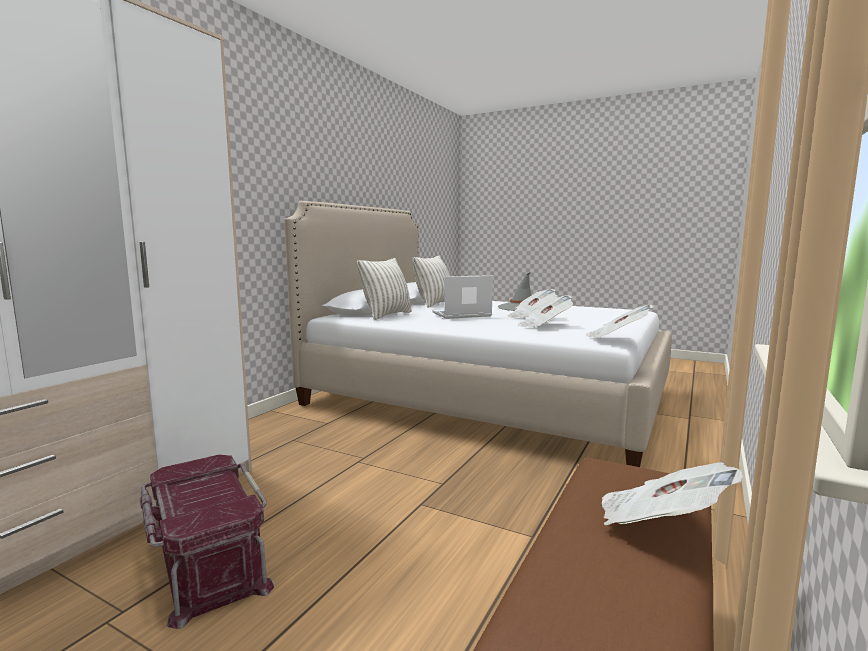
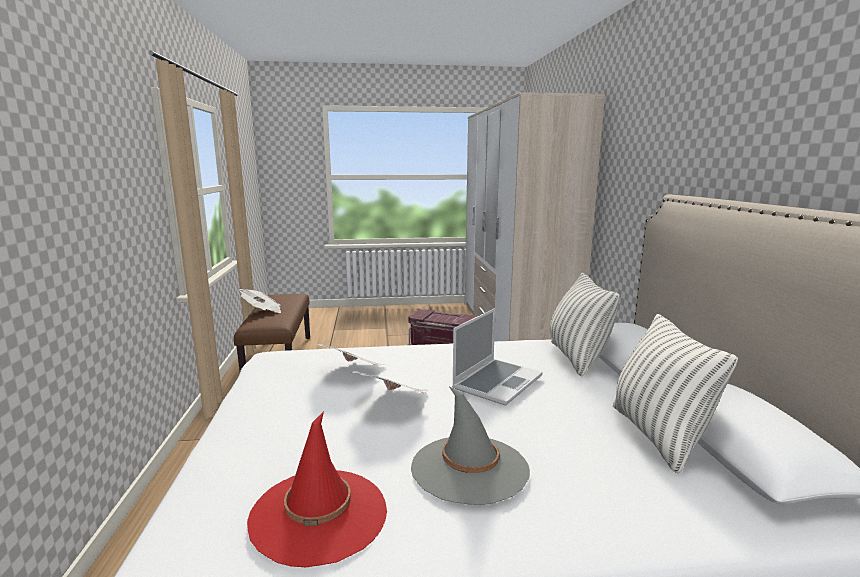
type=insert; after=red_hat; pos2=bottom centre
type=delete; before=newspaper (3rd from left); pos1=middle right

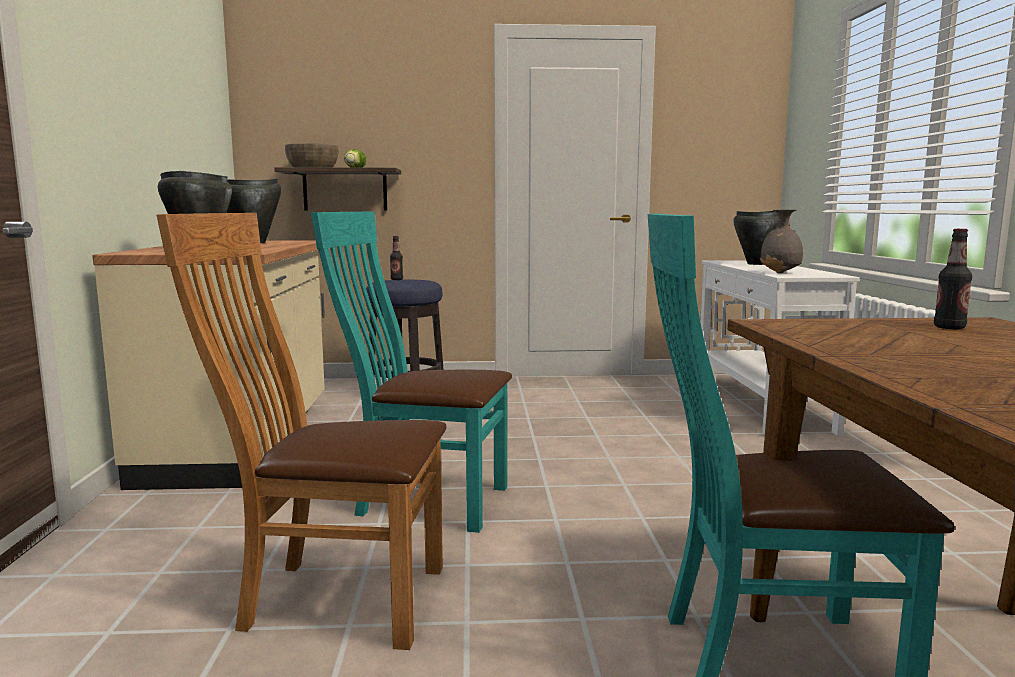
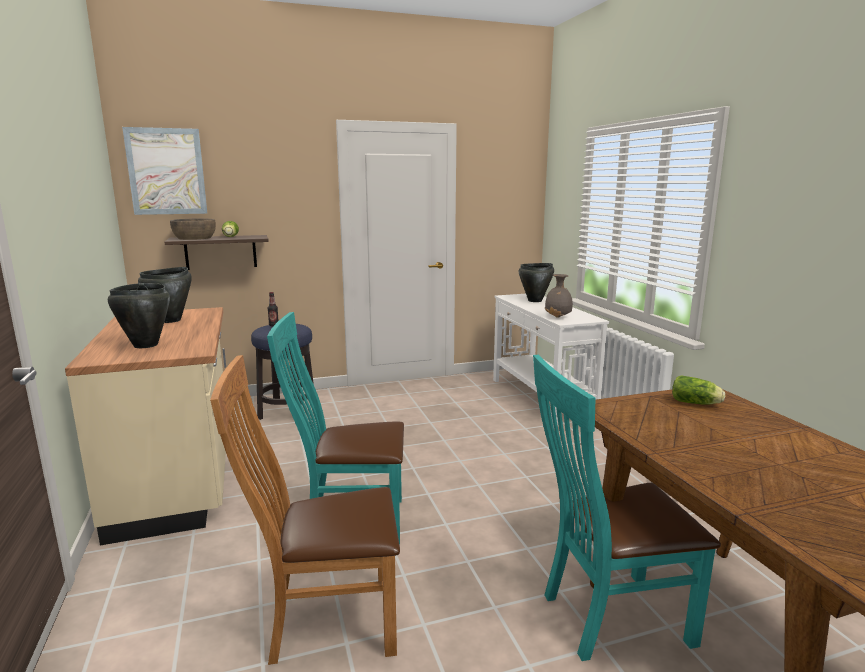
type=insert; after=picture; pos2=top left
type=replace; before=bottle (2nd from left); after=lettuce (2nd from left); pos1=middle right; pos2=middle right

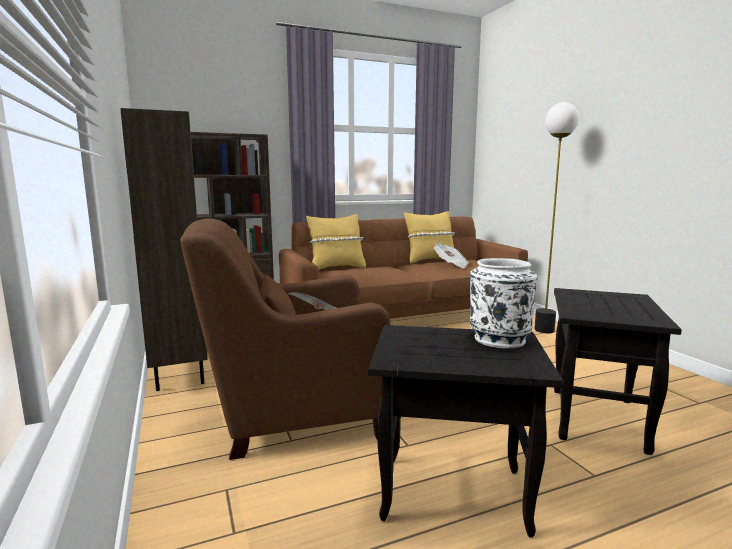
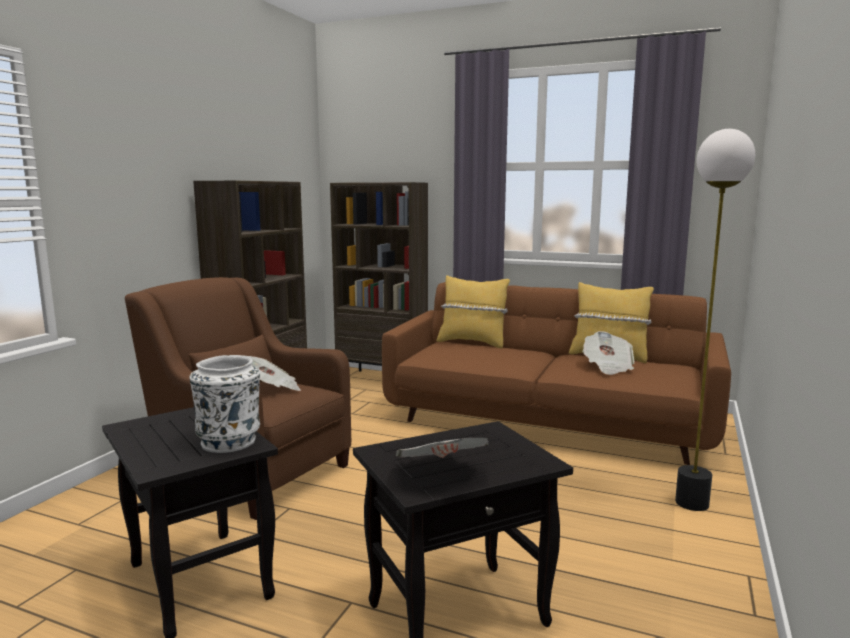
type=insert; after=newspaper (2nd from left); pos2=bottom centre

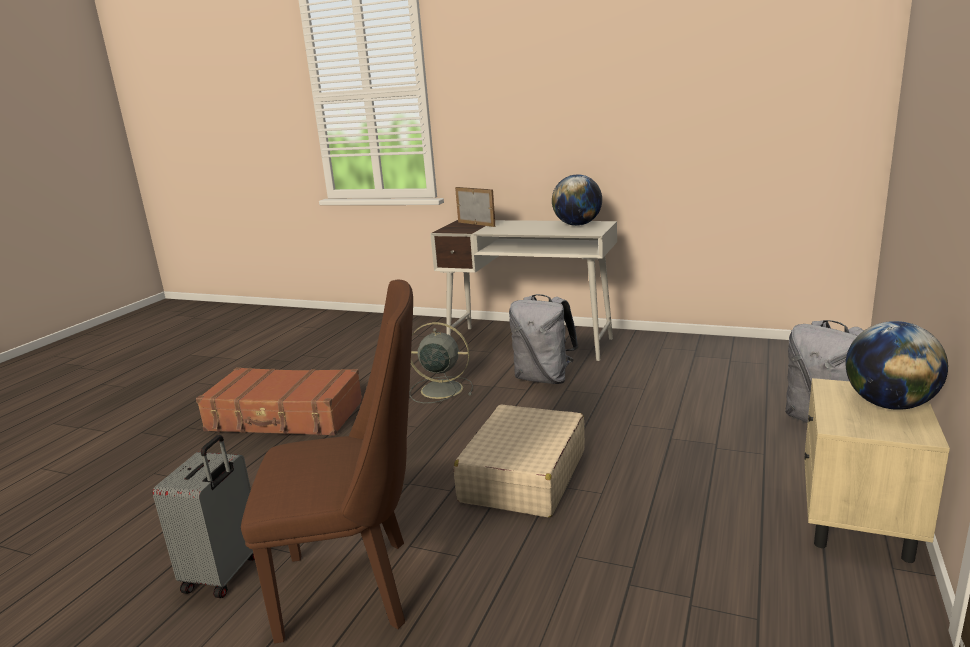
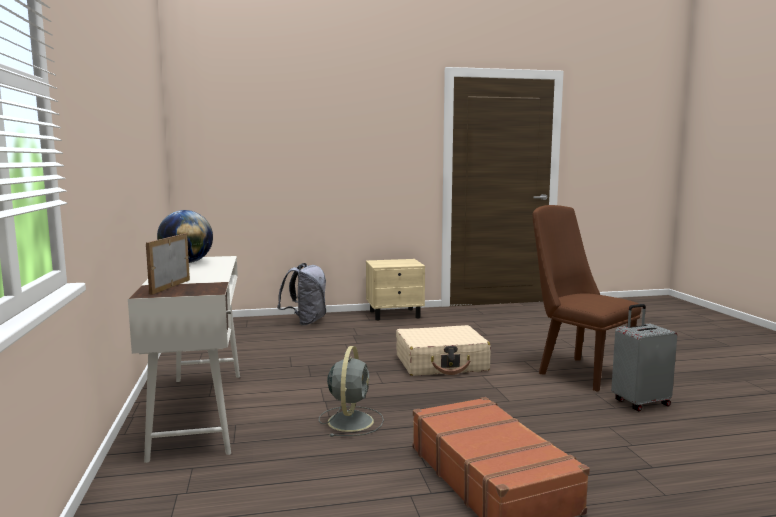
type=rotate; before=grey_fan; pos1=centre; pos2=bottom centre; turn=-150
type=delete; before=grey_backpack (1st from left); pos1=centre
type=delete; before=globe (2nd from left); pos1=middle right

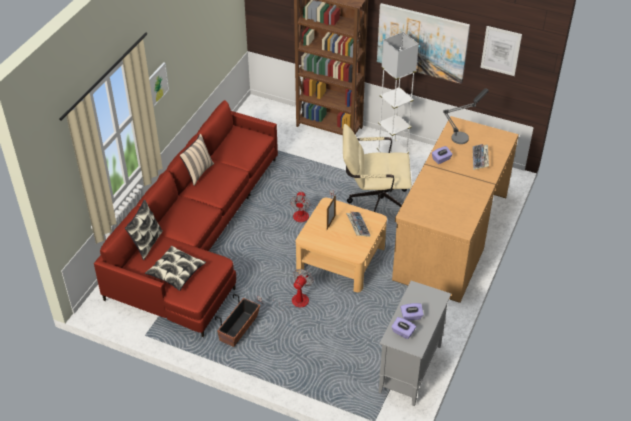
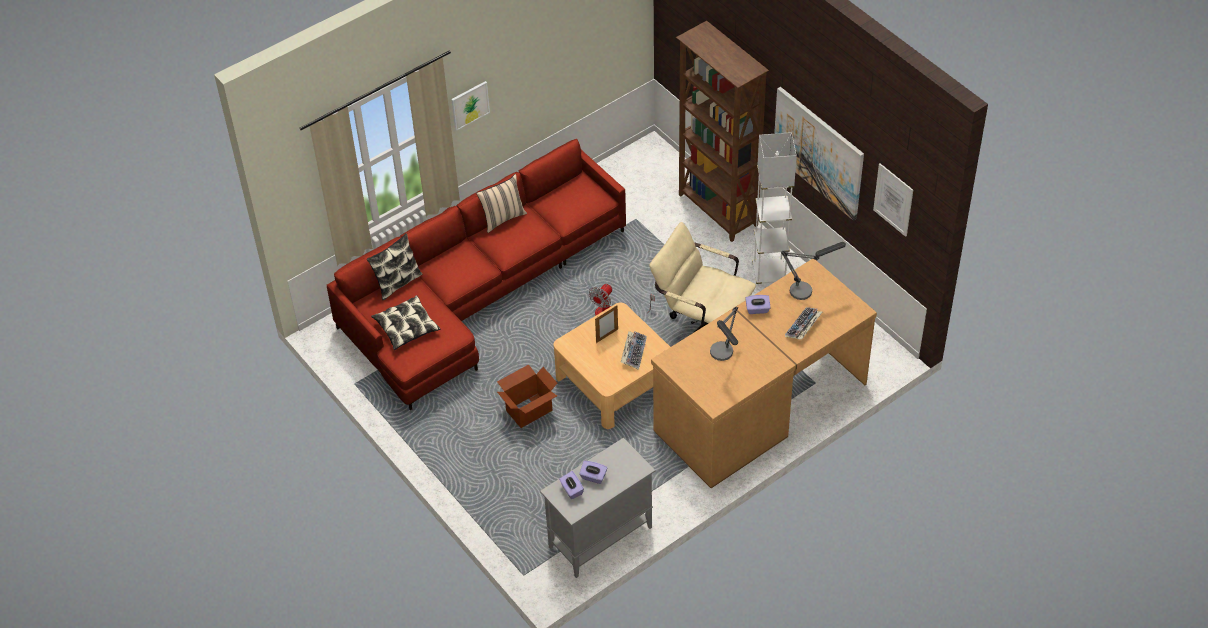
type=replace; before=fan (1st from left); after=cardboard_box; pos1=bottom centre; pos2=centre
type=insert; after=table_lamp (1st from left); pos2=centre
type=delete; before=planter; pos1=bottom centre

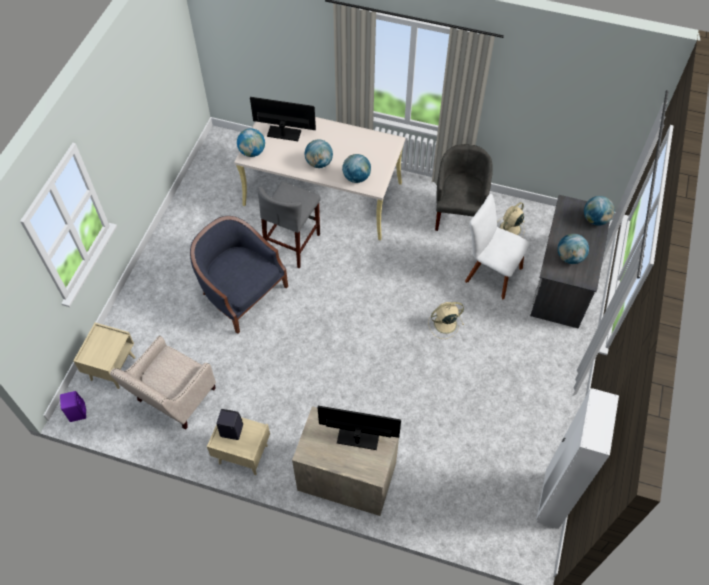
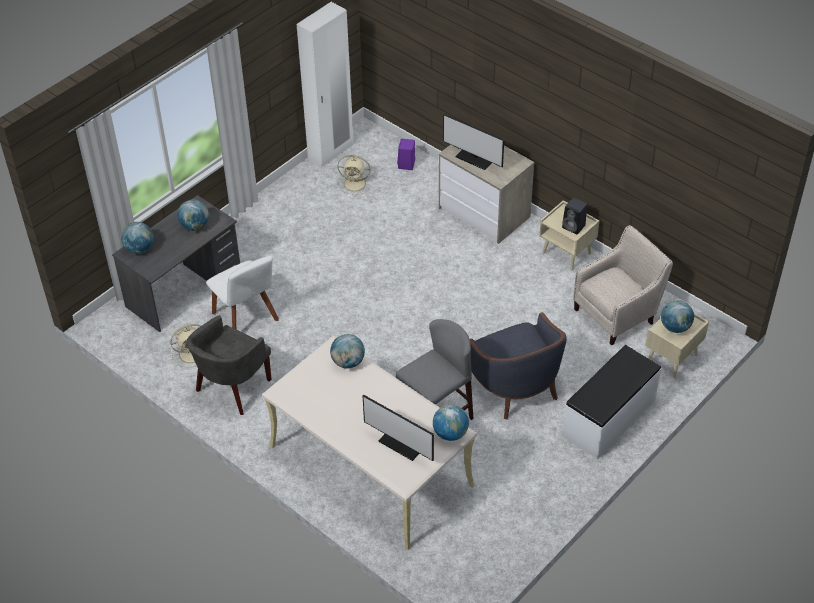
type=move; before=beige_fan (1st from left in the first image); after=beige_fan (2nd from left); pos1=centre; pos2=top centre
type=move; before=purple_speaker; pos1=bottom left; pos2=top centre
type=insert; after=white_bench; pos2=bottom right
type=move; before=globe (2nd from left in the first image); after=globe (5th from left); pos1=top centre; pos2=middle right

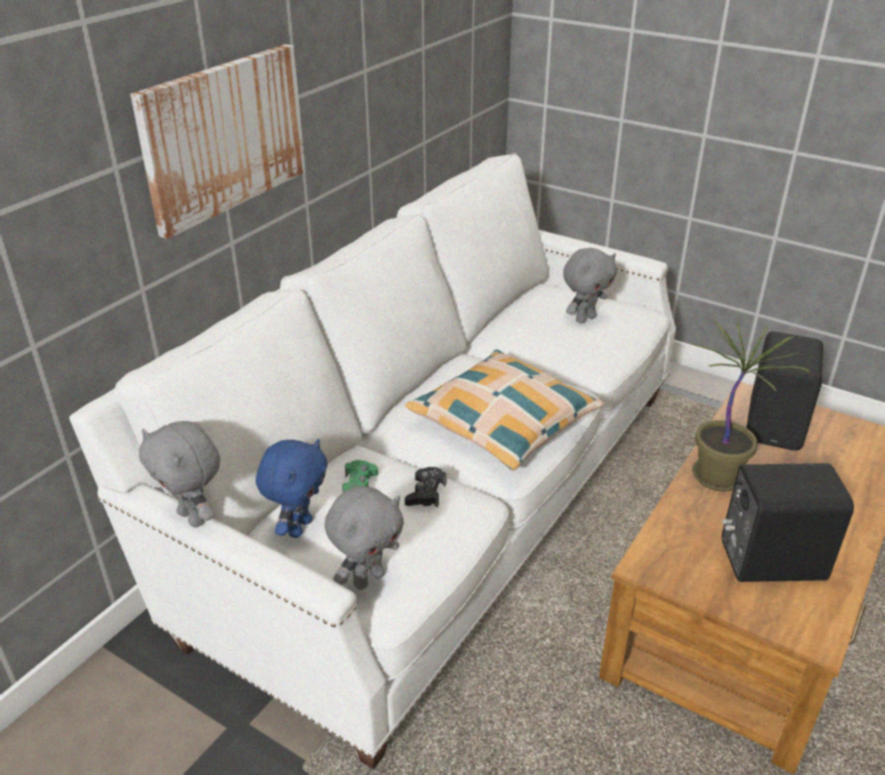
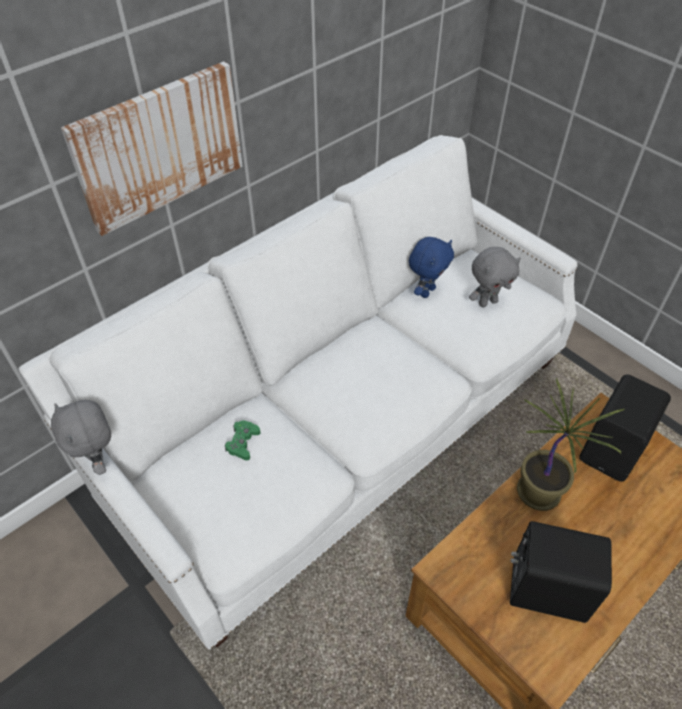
type=move; before=blue_plush_toy; pos1=middle left; pos2=centre
type=delete; before=grey_plush_toy (2nd from left); pos1=bottom centre
type=delete; before=pillow; pos1=centre
type=delete; before=black_game_controller; pos1=centre

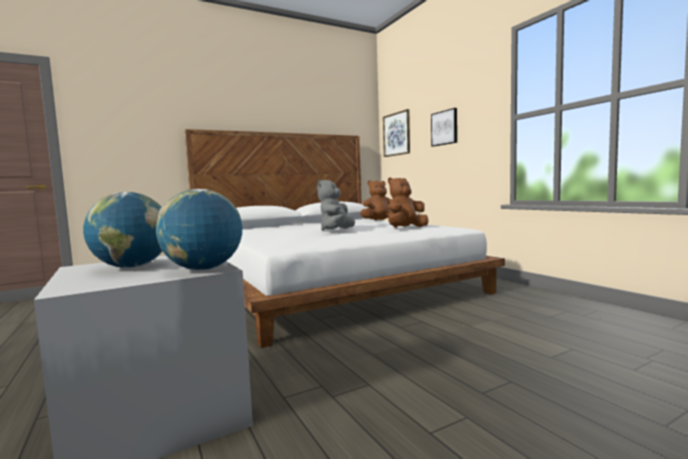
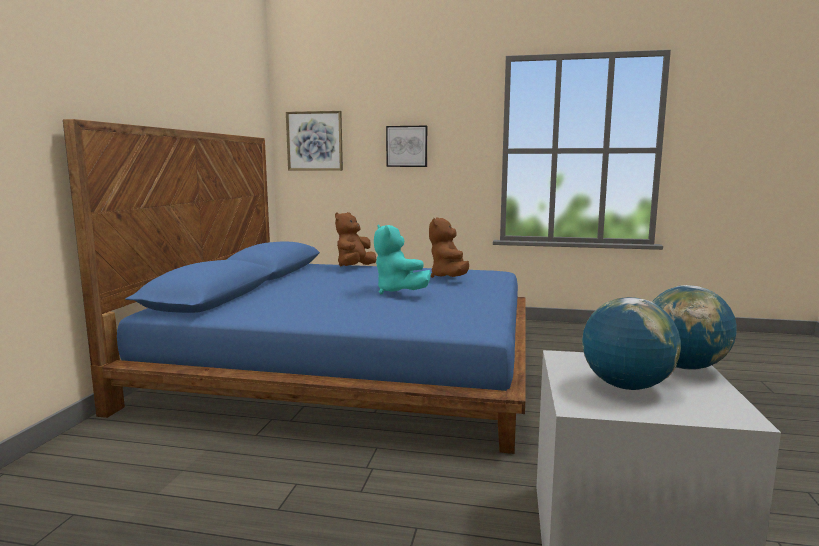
type=recolor; before=white_bed; after=blue_bed; pos1=centre; pos2=centre
type=recolor; before=grey_plush_toy; after=turquoise_plush_toy; pos1=centre; pos2=centre

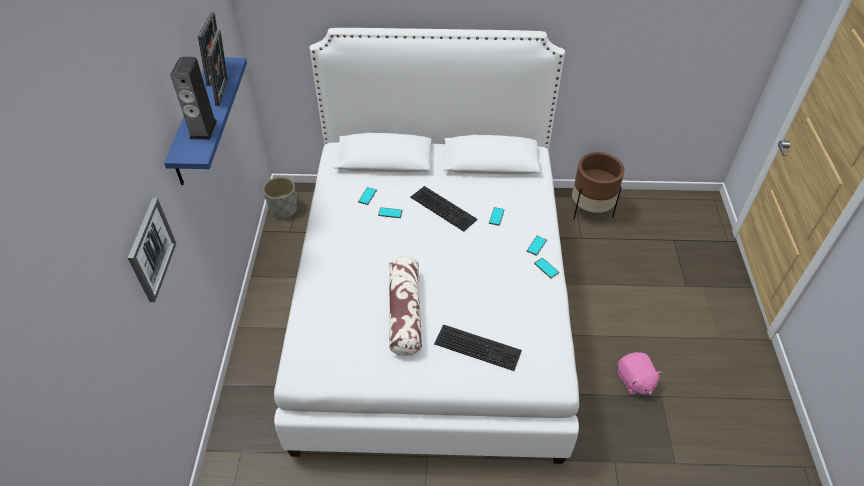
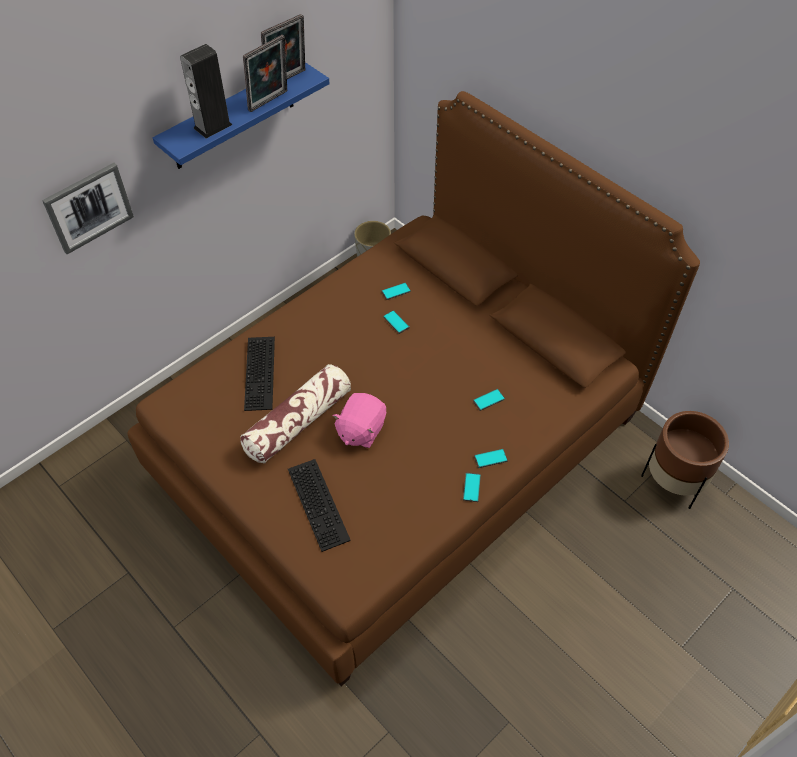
type=recolor; before=white_bed; after=brown_bed; pos1=centre; pos2=centre
type=move; before=keyboard (1st from left); pos1=centre; pos2=middle left
type=move; before=pink_plush_toy; pos1=bottom right; pos2=centre

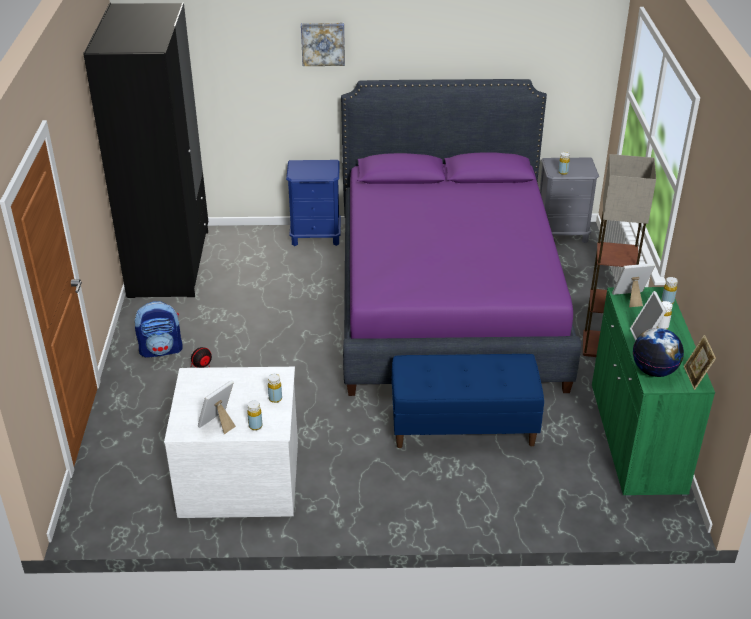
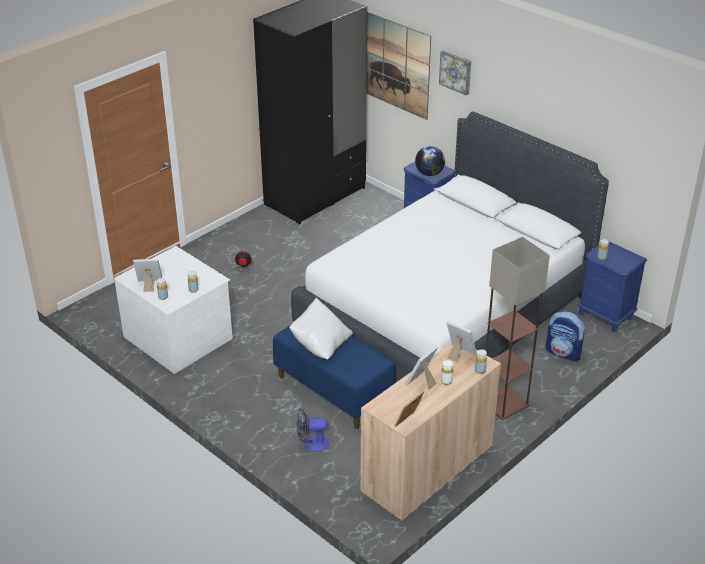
type=insert; after=white_pillow; pos2=centre
type=recolor; before=purple_bed; after=white_bed; pos1=centre; pos2=centre
type=insert; after=fan (2nd from left); pos2=bottom centre
type=recolor; before=green_cabinet; after=beige_cabinet; pos1=middle right; pos2=bottom centre
type=insert; after=picture (1st from left); pos2=top centre
type=move; before=globe; pos1=middle right; pos2=top centre
type=move; before=backpack; pos1=middle left; pos2=middle right
type=recolor; before=grey_nightstand; after=blue_nightstand (2nd from left); pos1=top right; pos2=middle right

